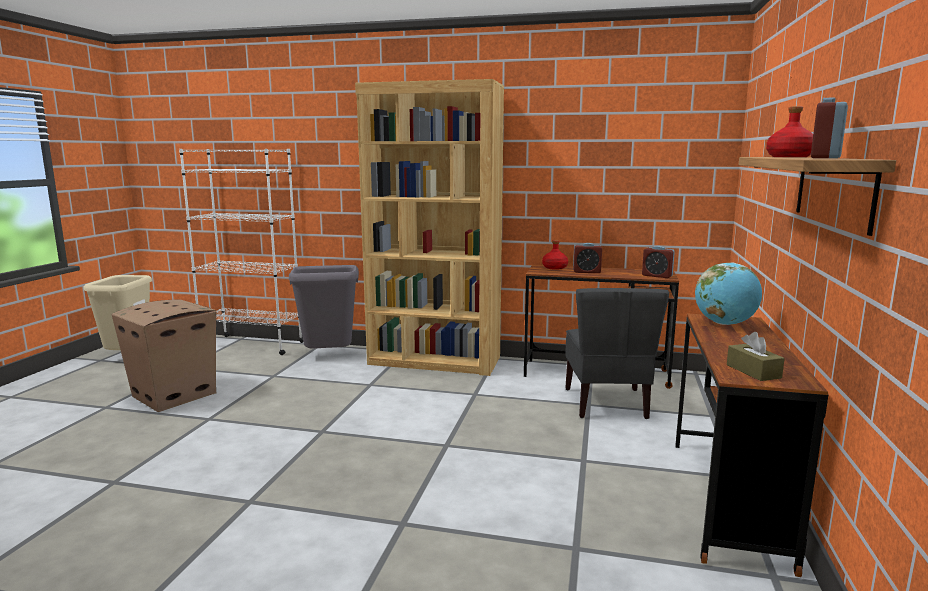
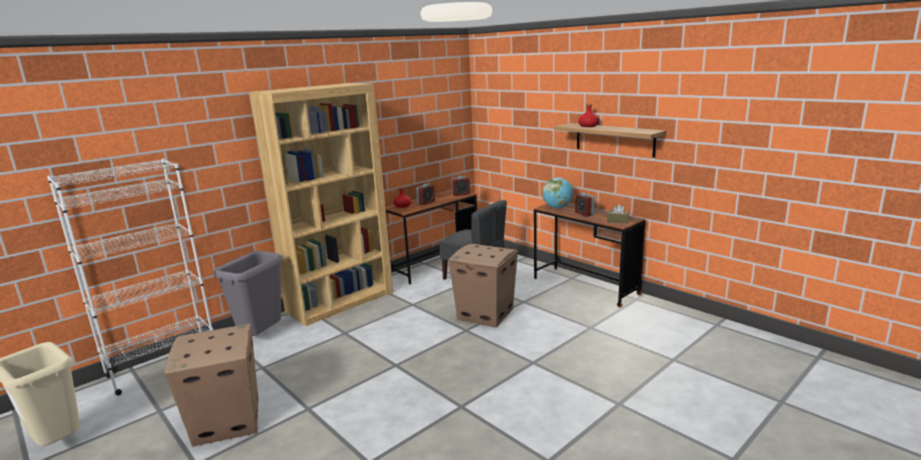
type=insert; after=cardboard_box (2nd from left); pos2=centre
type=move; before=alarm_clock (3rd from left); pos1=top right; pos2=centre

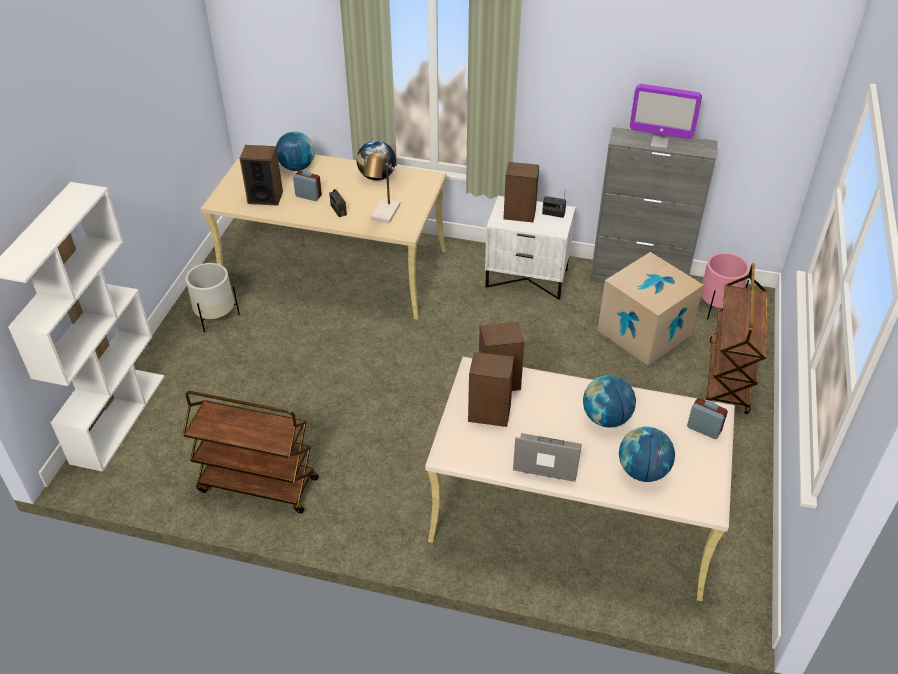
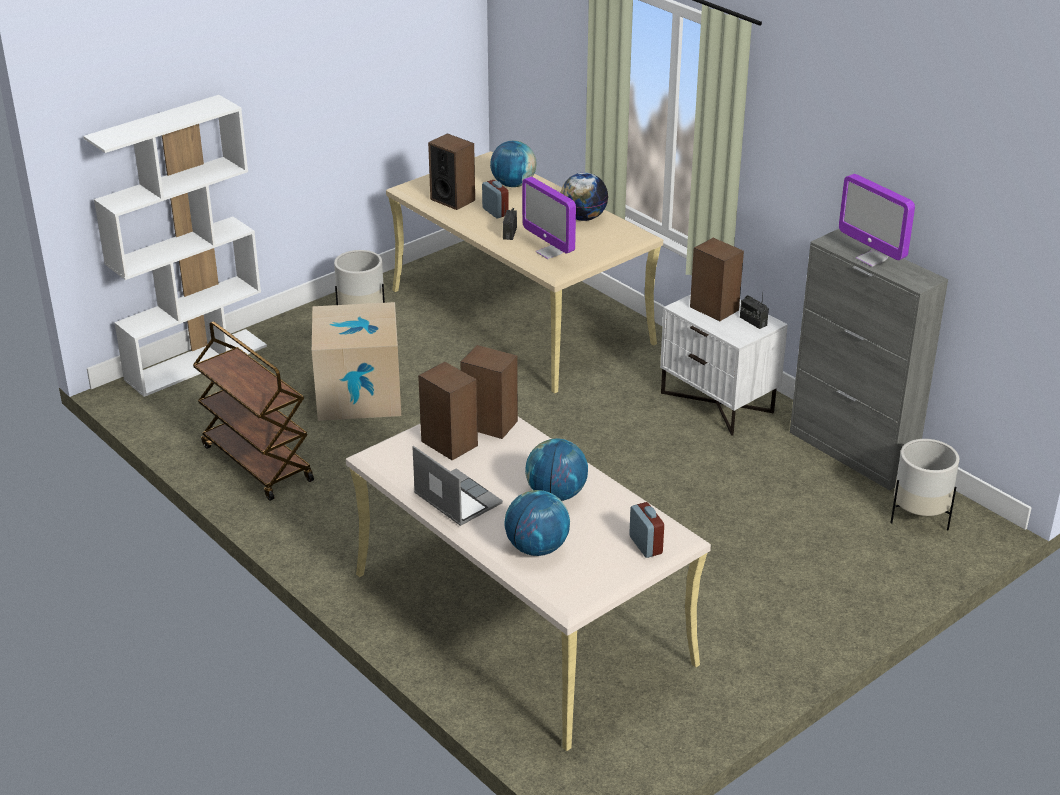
type=move; before=cardboard_box; pos1=middle right; pos2=centre
type=replace; before=table_lamp; after=monitor (1st from left); pos1=top centre; pos2=top centre
type=recolor; before=pink_planter; after=white_planter (2nd from left); pos1=middle right; pos2=middle right
type=delete; before=brown_cart (2nd from left); pos1=middle right

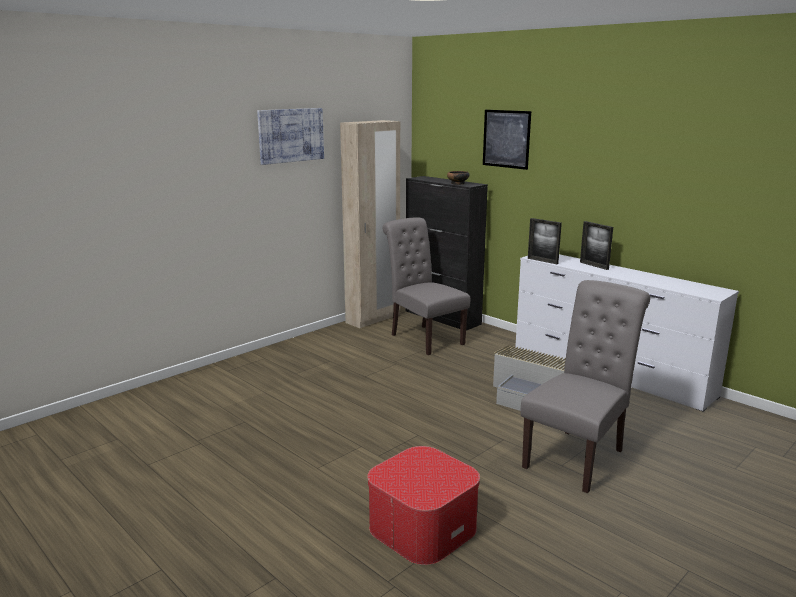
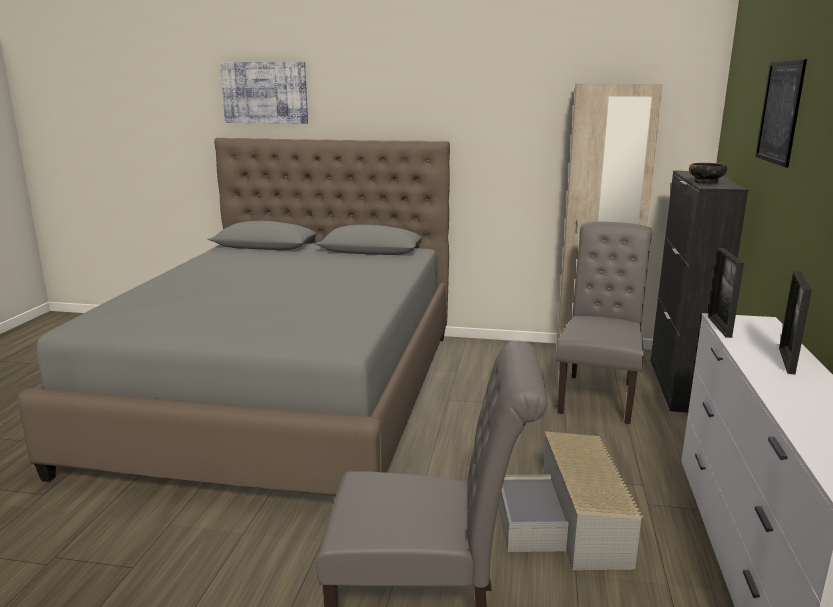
type=insert; after=grey_bed; pos2=middle left
type=move; before=picture (1st from left); pos1=top centre; pos2=top left
type=delete; before=ottoman; pos1=bottom centre

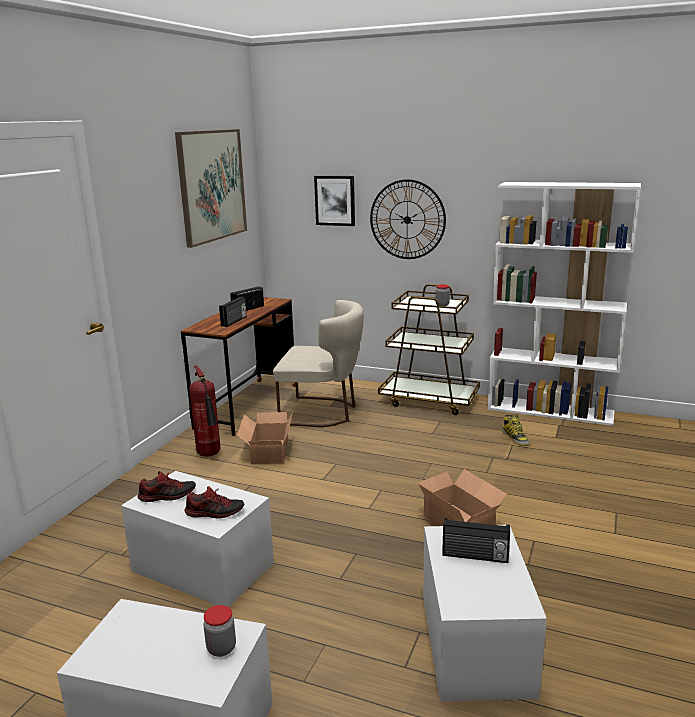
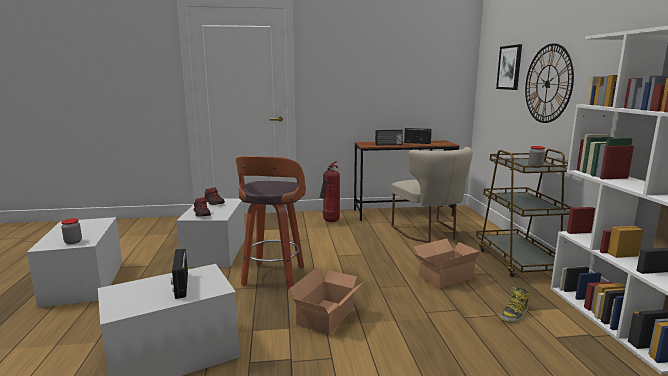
type=insert; after=stool; pos2=centre
type=move; before=cardboard_box (1st from left in the first image); after=cardboard_box (2nd from left); pos1=centre; pos2=bottom right
type=delete; before=picture (1st from left); pos1=top left

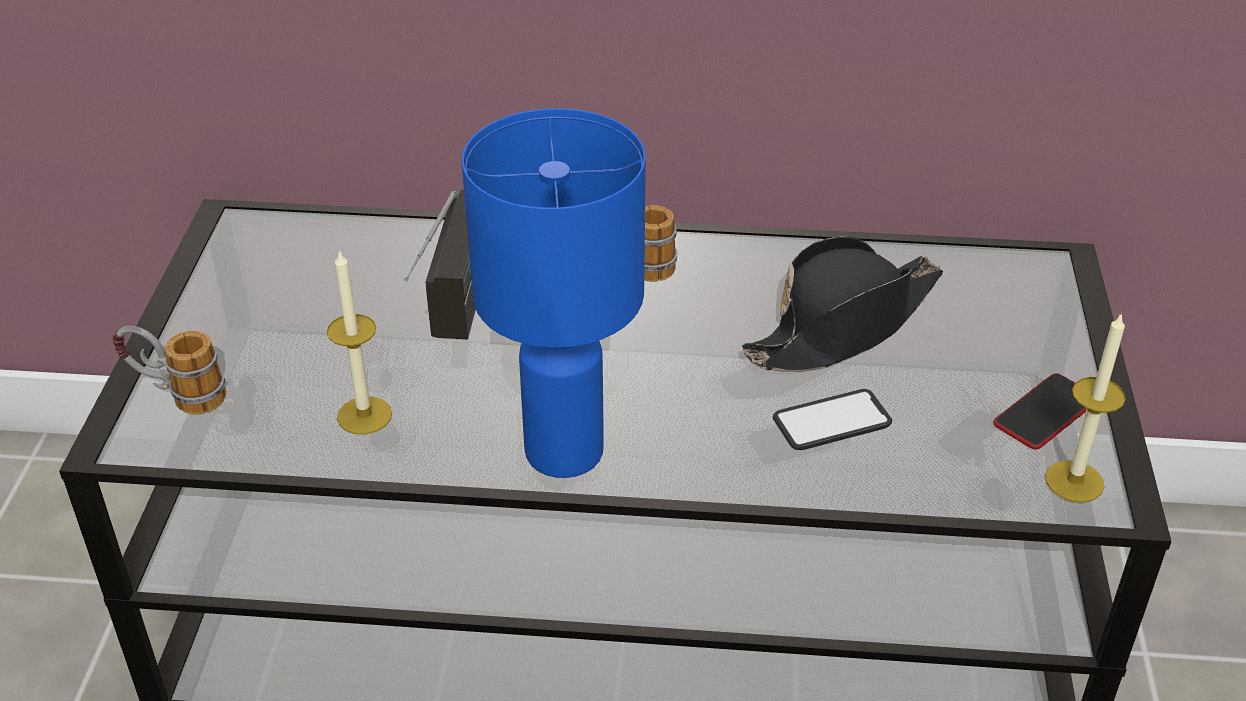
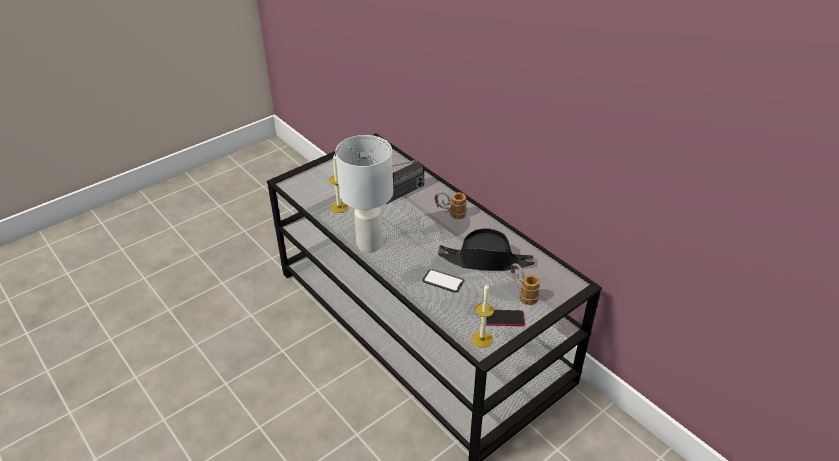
type=recolor; before=blue_table_lamp; after=white_table_lamp; pos1=centre; pos2=centre
type=move; before=mug (1st from left in the first image); after=mug (2nd from left); pos1=middle left; pos2=centre

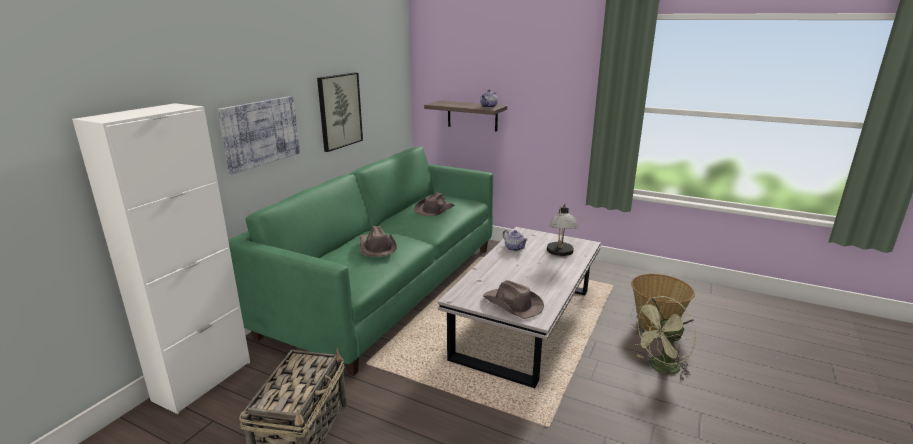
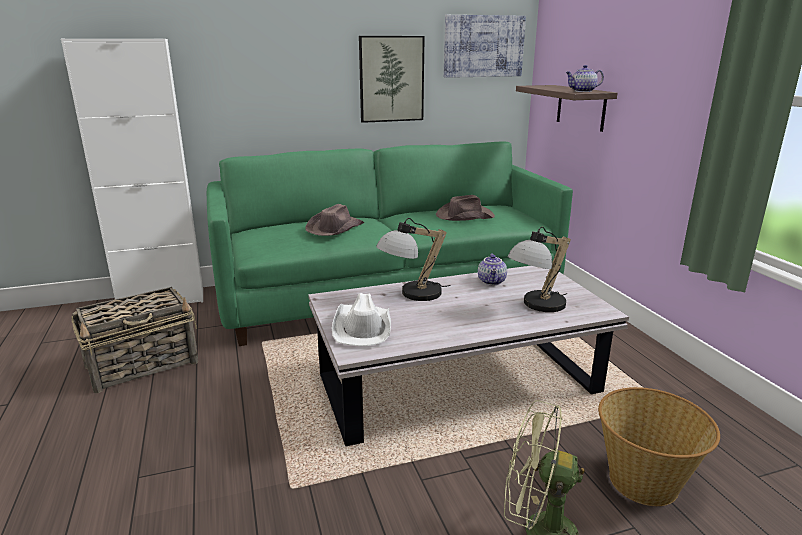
type=recolor; before=brown_hat (3rd from left); after=white_hat; pos1=bottom centre; pos2=centre
type=insert; after=table_lamp (1st from left); pos2=centre
type=move; before=picture (1st from left in the first image); after=picture (2nd from left); pos1=top left; pos2=top centre

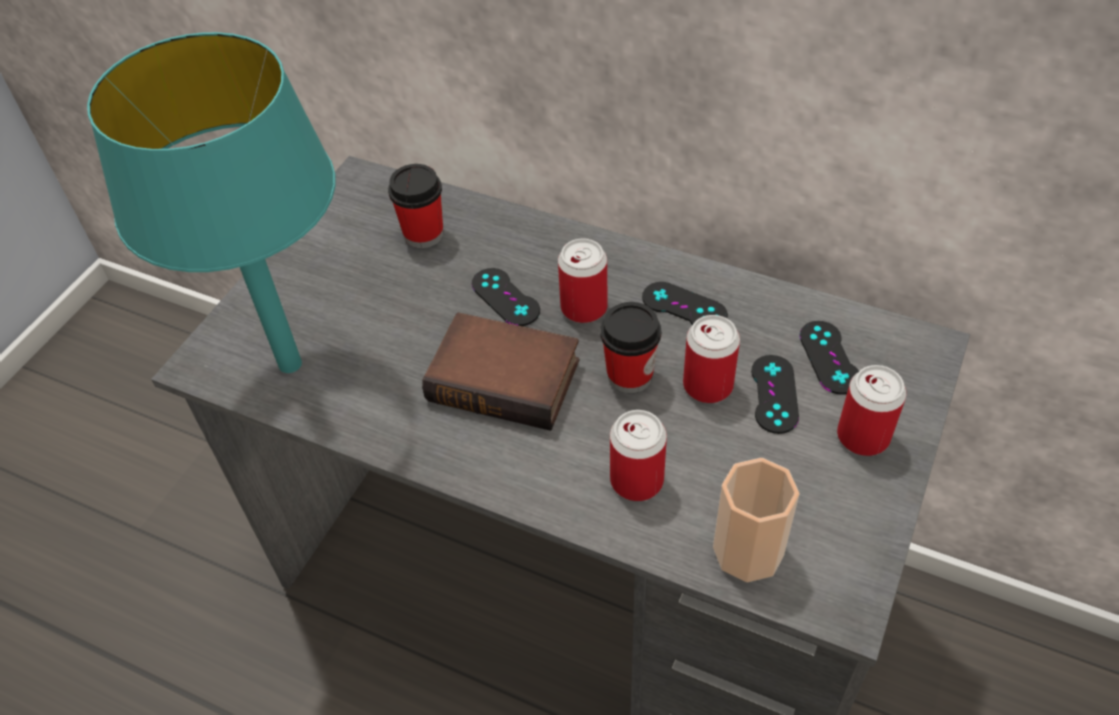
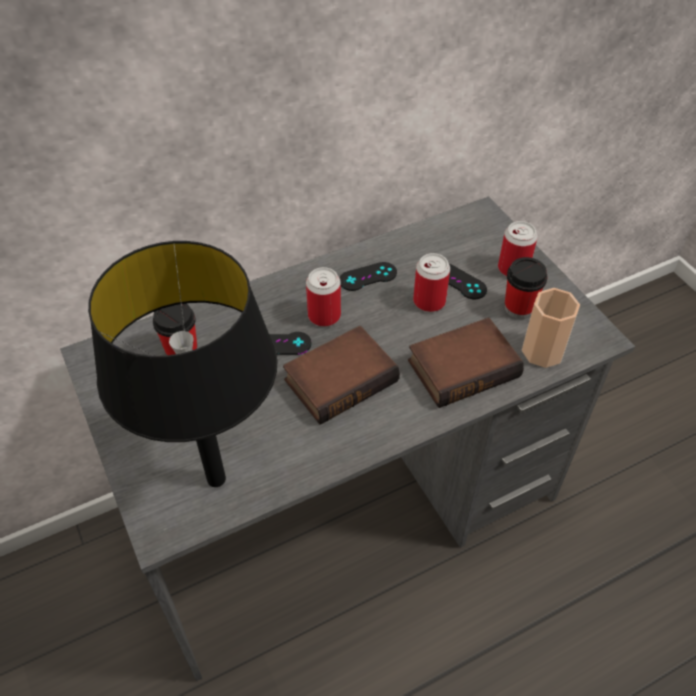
type=recolor; before=turquoise_table_lamp; after=black_table_lamp; pos1=top left; pos2=middle left
type=replace; before=can (2nd from left); after=book (2nd from left); pos1=centre; pos2=middle right
type=move; before=cup (2nd from left); pos1=centre; pos2=middle right
type=delete; before=black_game_controller (4th from left); pos1=middle right

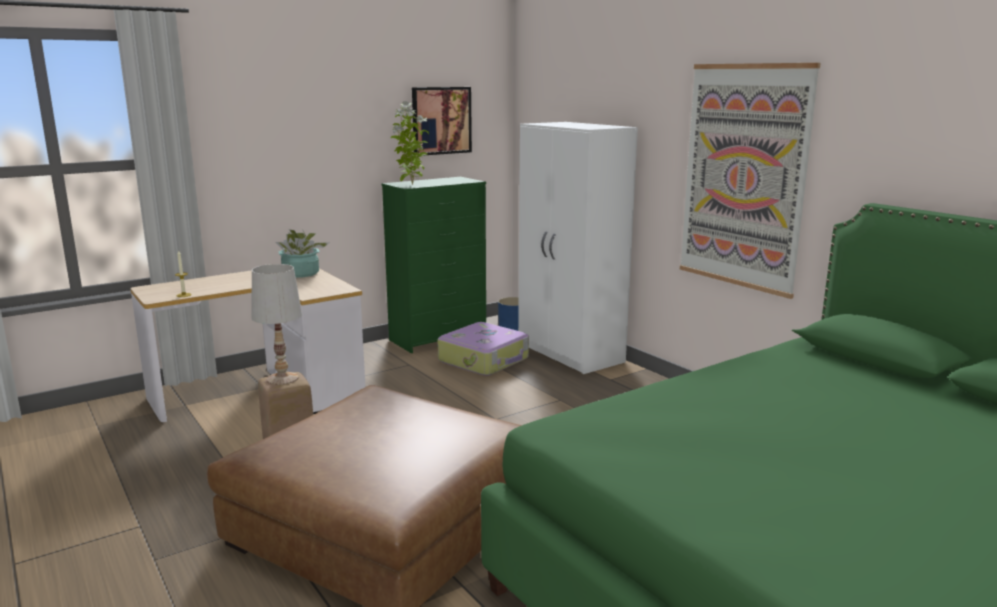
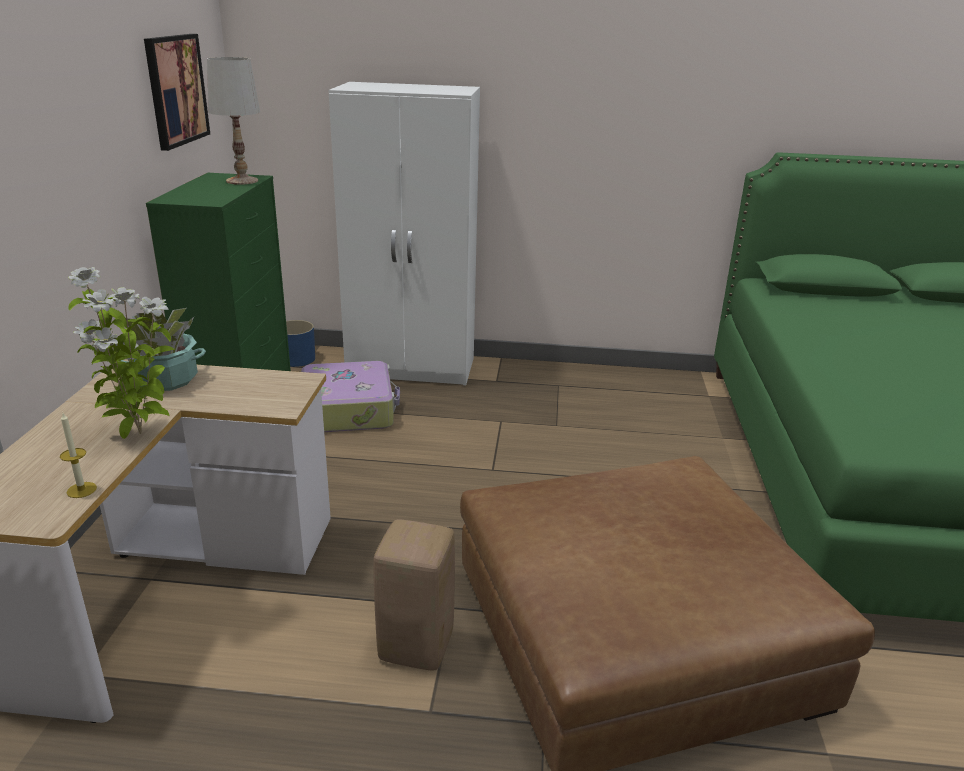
type=move; before=potted_plant (2nd from left in the first image); after=potted_plant (1st from left); pos1=top centre; pos2=middle left
type=move; before=white_table_lamp; pos1=middle left; pos2=top left
type=delete; before=picture (2nd from left); pos1=top right

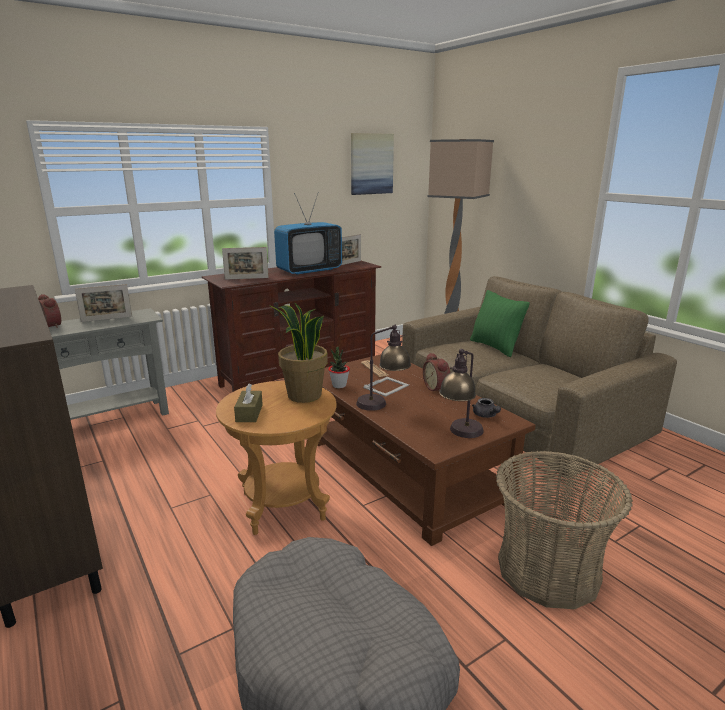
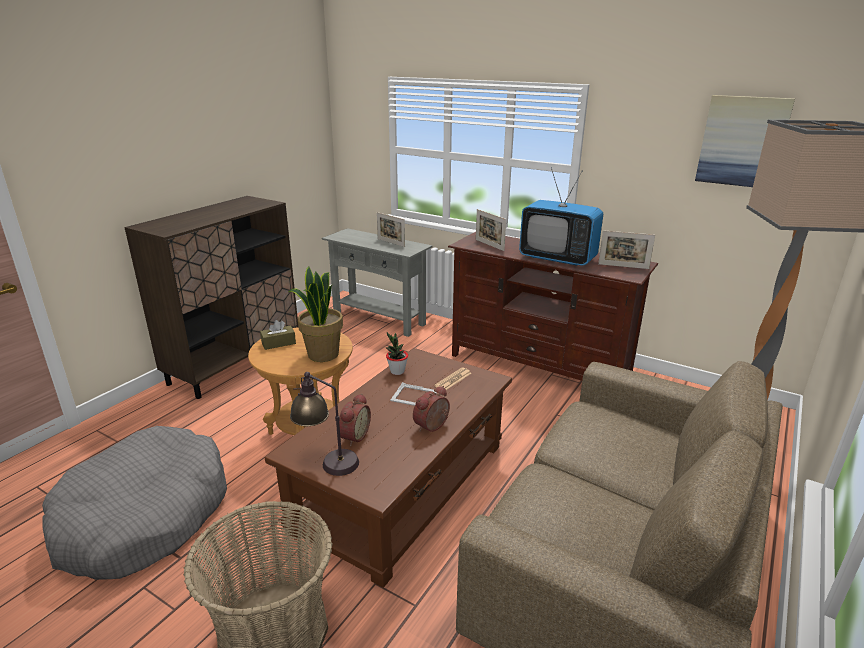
type=move; before=alarm_clock (1st from left); pos1=middle left; pos2=centre
type=delete; before=table_lamp (1st from left); pos1=centre
type=delete; before=green_pillow; pos1=middle right
type=delete; before=grey_teapot; pos1=middle right

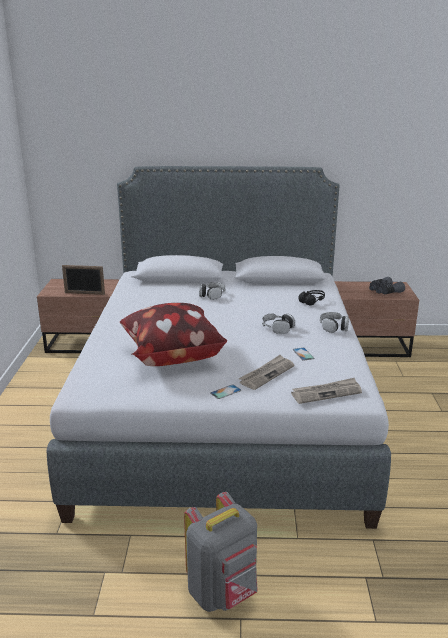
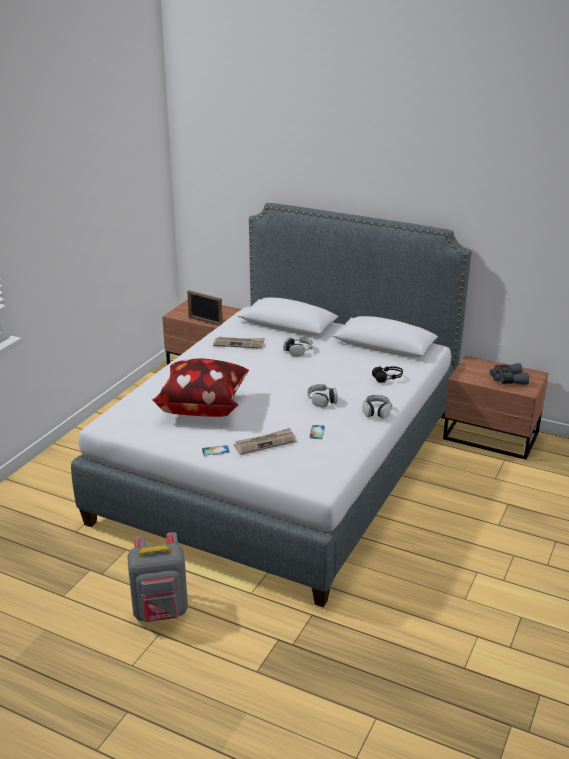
type=move; before=newspaper (2nd from left in the first image); after=newspaper (1st from left); pos1=middle right; pos2=centre

